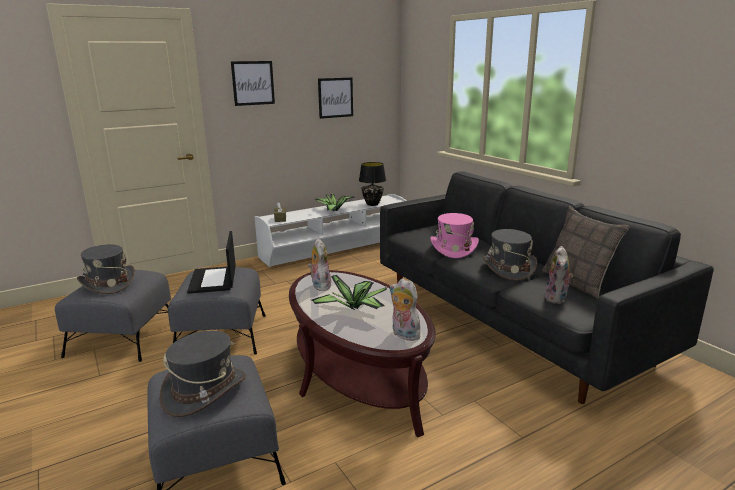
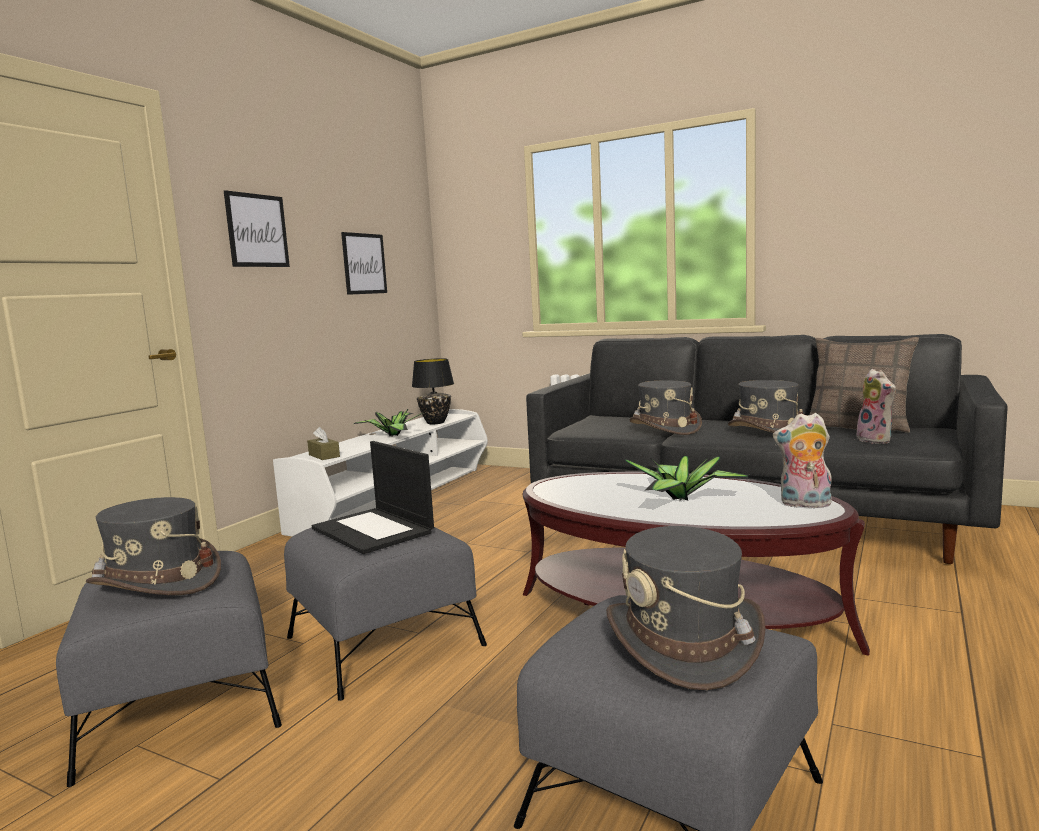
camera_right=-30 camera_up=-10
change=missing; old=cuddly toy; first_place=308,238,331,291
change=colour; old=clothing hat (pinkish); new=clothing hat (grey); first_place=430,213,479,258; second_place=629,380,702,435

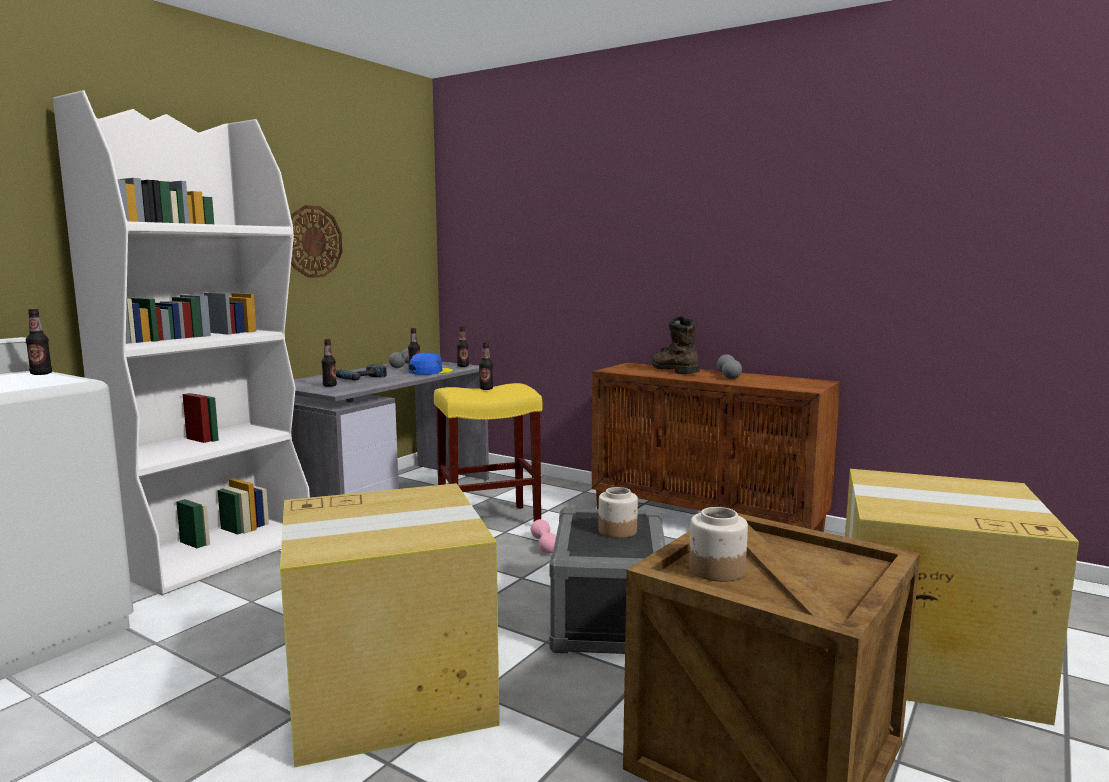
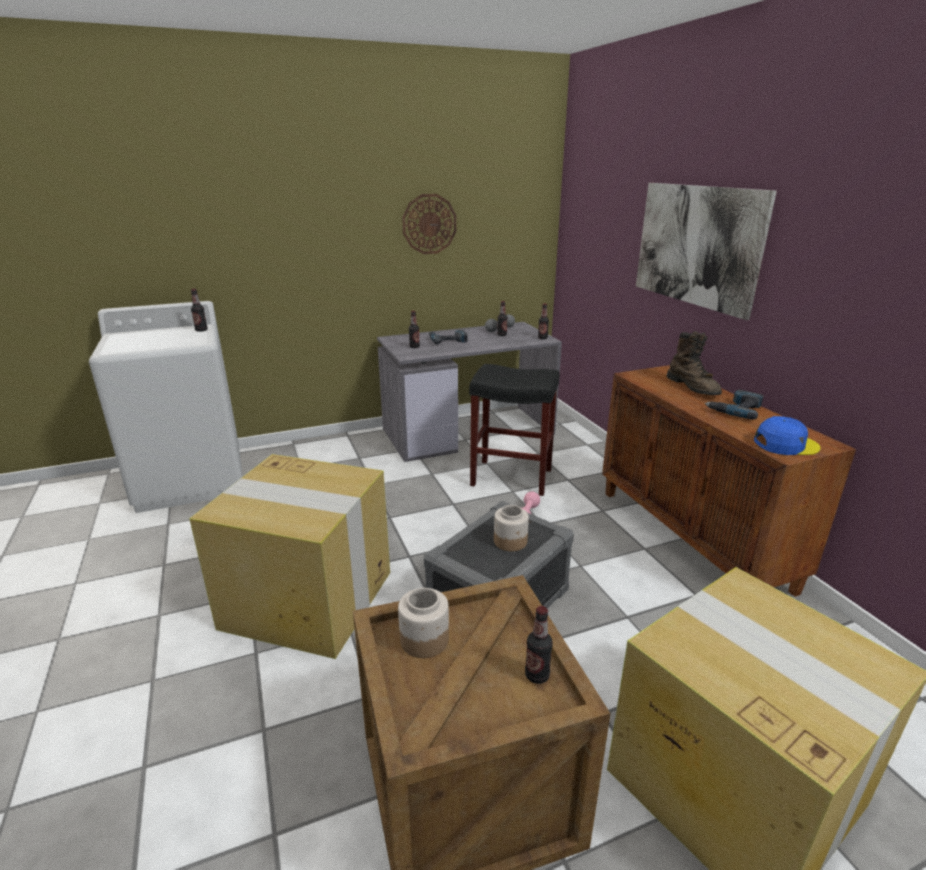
camera_right=35 camera_up=15
change=missing; old=shelving unit (whitish); first_place=53,90,310,595
change=appeared; new=wall picture; second_place=636,183,777,320
change=relocated; old=peaked cap (blue-coloured); first_place=409,352,453,375; second_place=754,416,821,455
change=relocated; old=bottle; first_place=479,342,493,390; second_place=525,606,553,684
change=exchanged; old=dumbbell (grey); new=electric drill; first_place=717,354,742,379; second_place=705,390,764,420
change=colour; old=sitting stool (yellowish); new=sitting stool (black); first_place=434,383,543,521; second_place=469,364,560,496
change=spun; old=high-top boot (brown-coloured); first_place=652,316,700,374; second_place=666,331,722,395; degrees=150

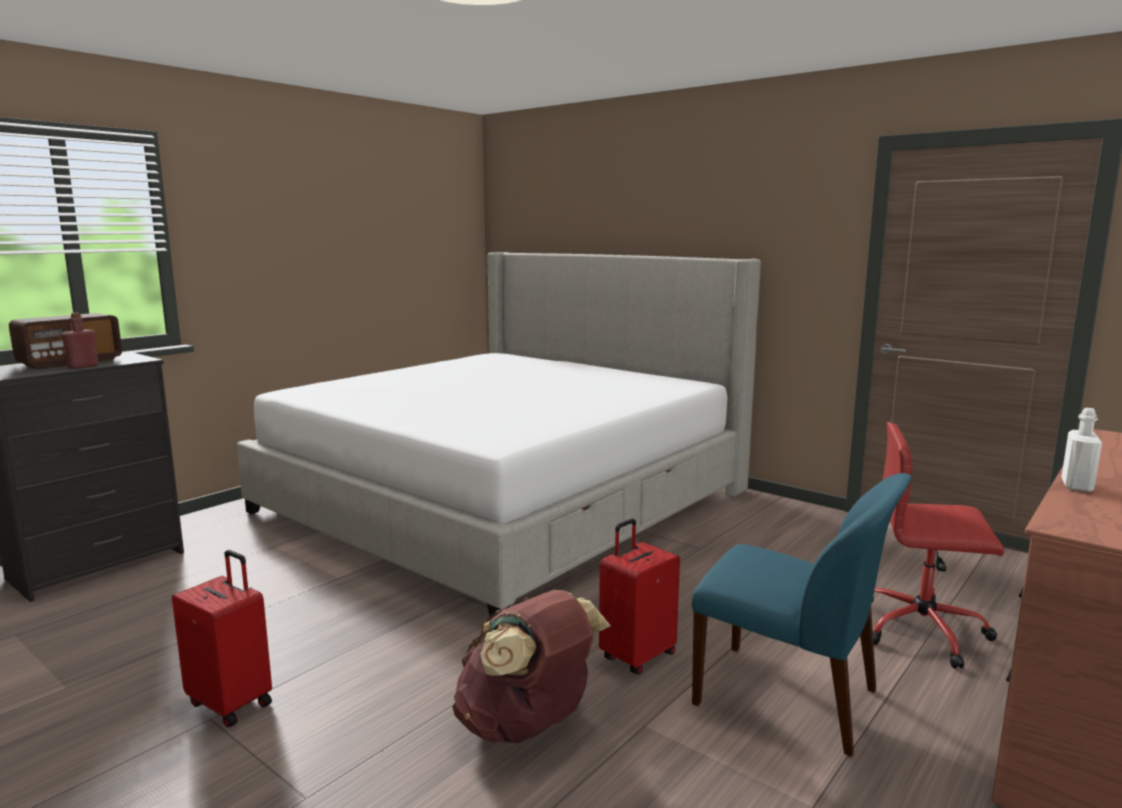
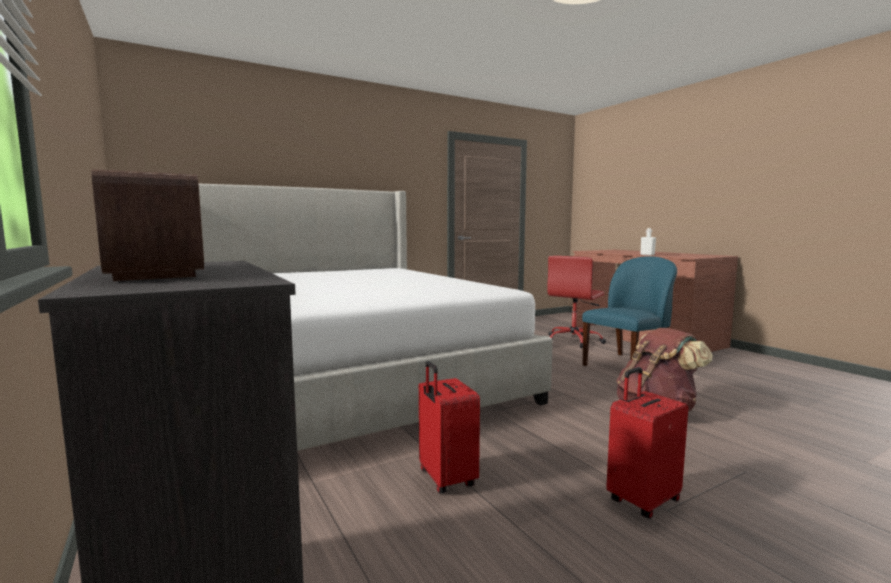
camera_right=-70 camera_up=-5
change=missing; old=bottle (red-coloured); first_place=61,313,98,369
change=relocated; old=suitcase (red-coloured); first_place=599,519,680,674; second_place=419,361,480,493

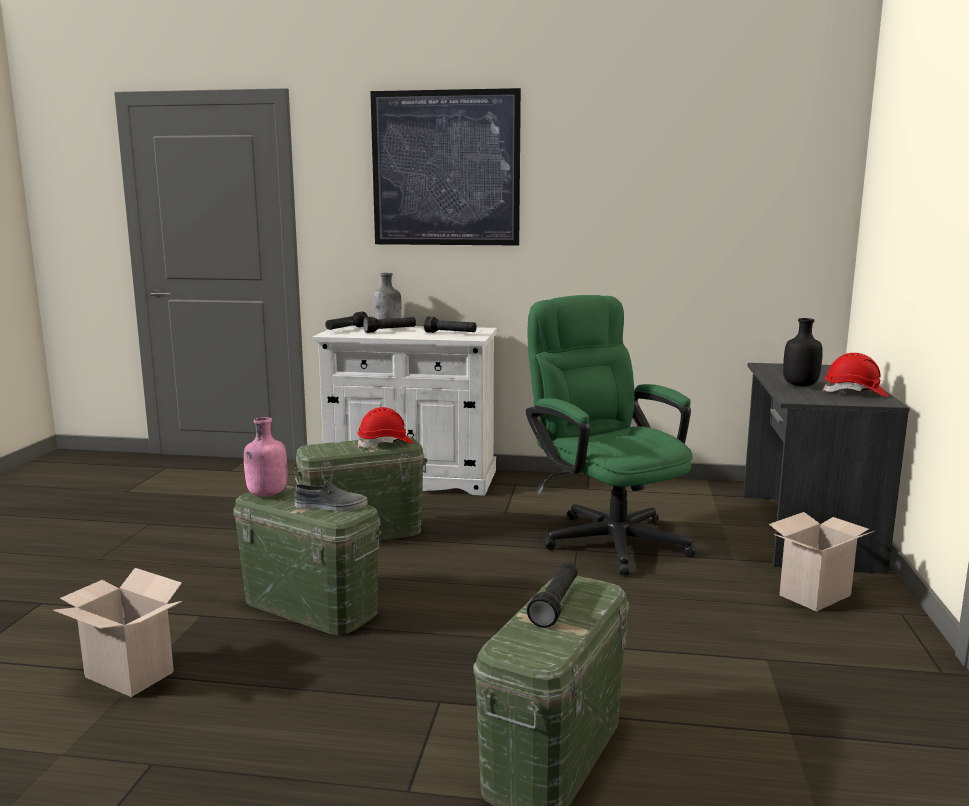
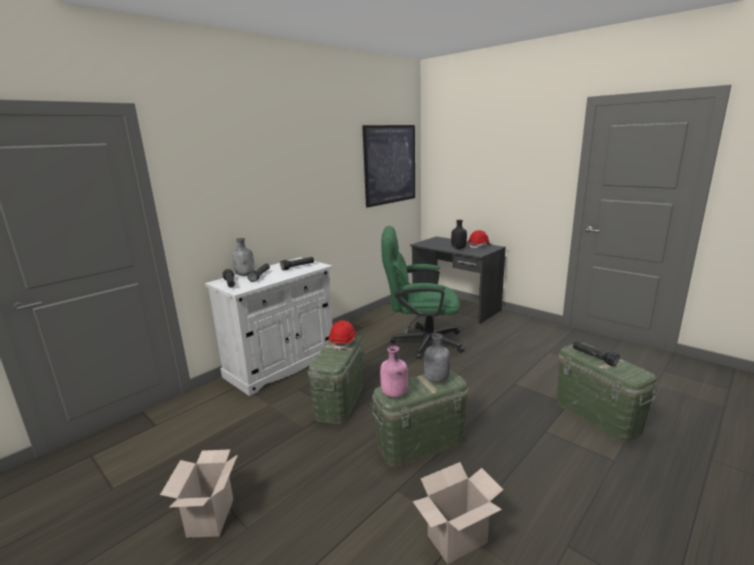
camera_right=-55 camera_up=5
change=relocated; old=wall picture; first_place=370,88,521,246; second_place=362,125,415,208
change=relocated; old=cardboard box; first_place=769,512,874,612; second_place=160,449,238,538
change=exchanged; old=low shoe (grey); new=bottle (grey); first_place=294,480,368,512; second_place=424,333,450,382

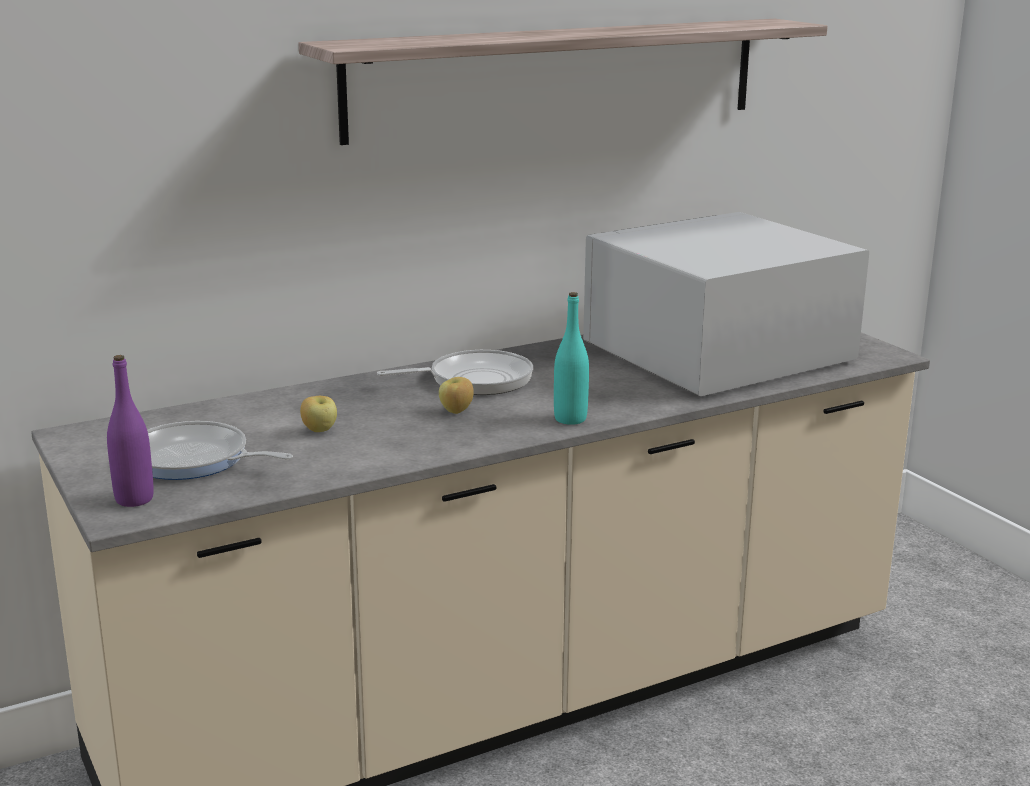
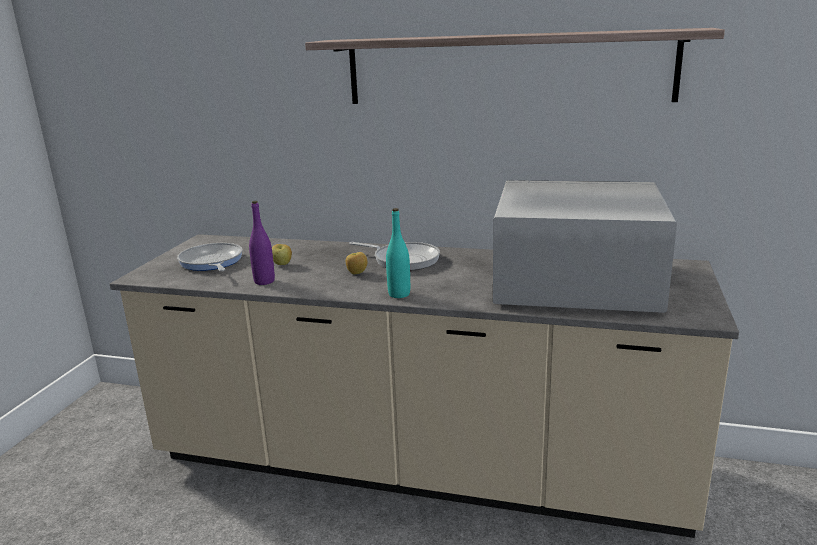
camera_right=45 camera_up=0
change=relocated; old=bottle (purple-coloured); first_place=107,355,154,507; second_place=249,201,275,285

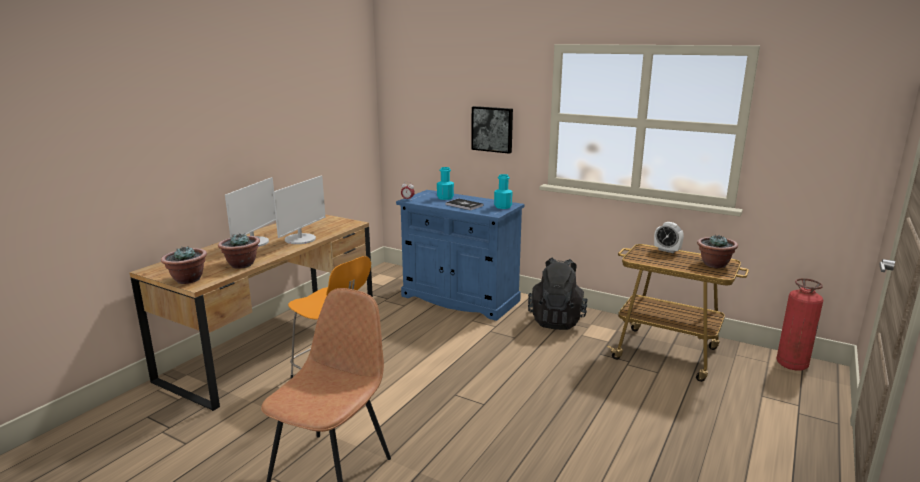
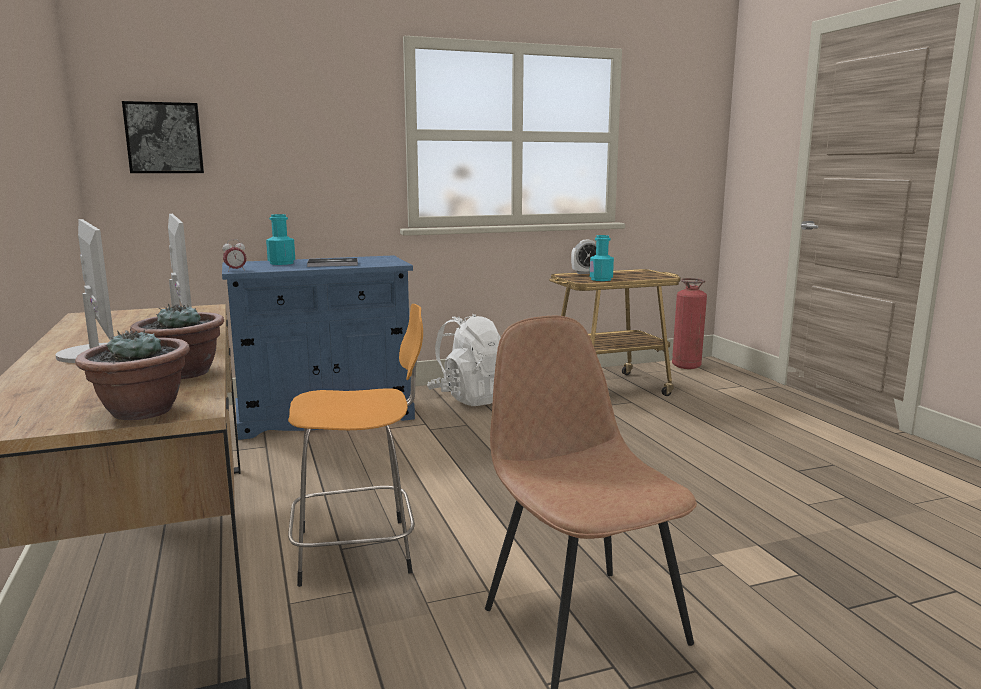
camera_right=-50 camera_up=-5
change=missing; old=potted plant; first_place=697,235,738,268
change=relocated; old=wall picture; first_place=471,106,513,154; second_place=122,101,204,173
change=relocated; old=bottle (turquoise); first_place=494,174,513,209; second_place=590,235,614,281
change=colour; old=rucksack (black); new=rucksack (whitish); first_place=528,258,588,330; second_place=427,314,501,406

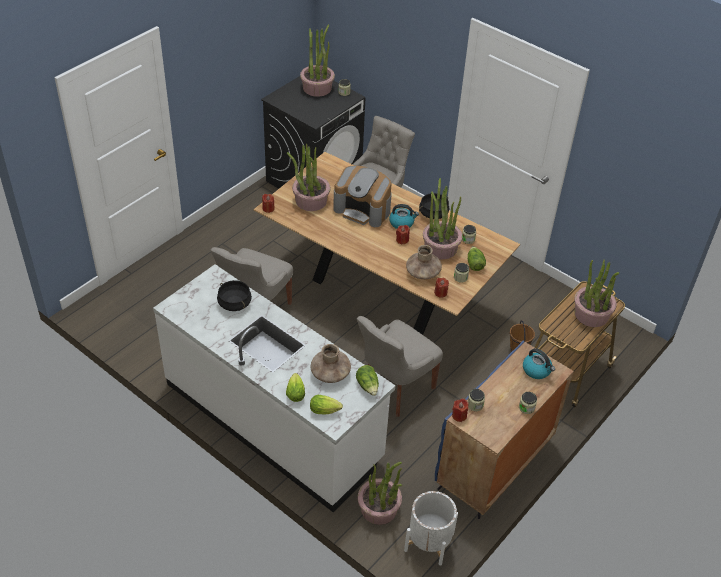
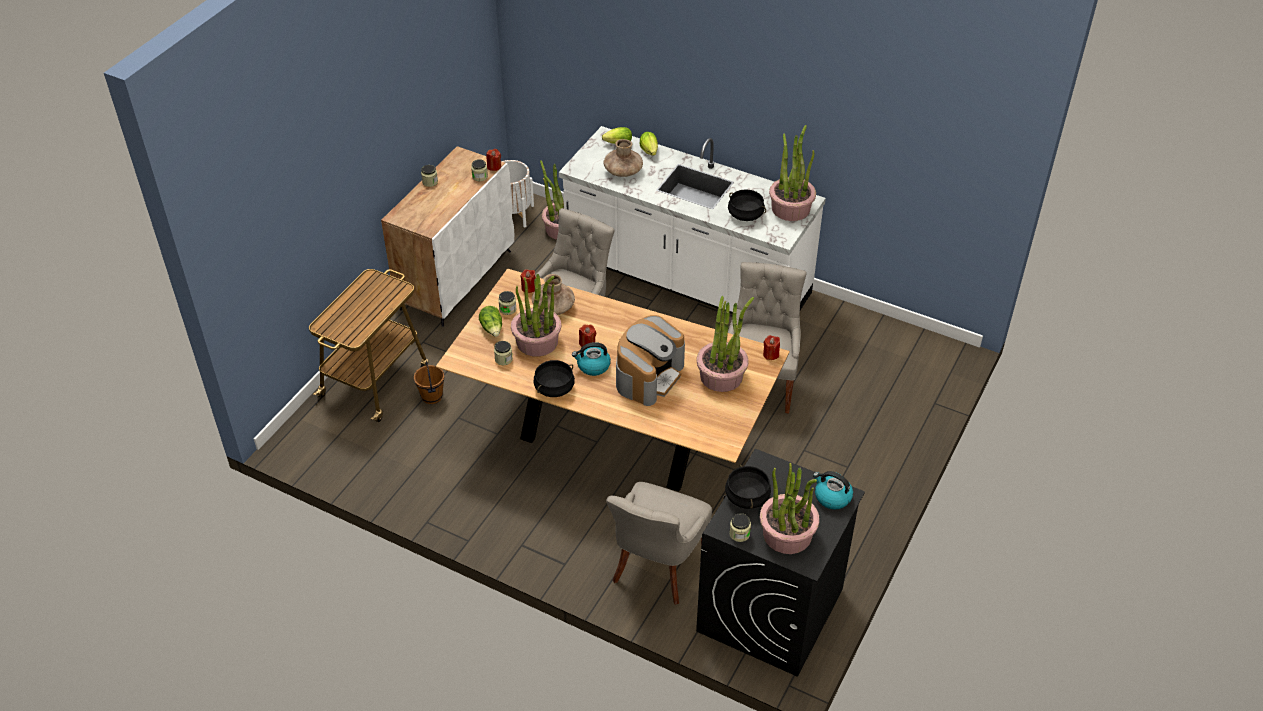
camera_right=170 camera_up=0
change=missing; old=lettuce; first_place=356,365,379,396
change=appeared; new=stockpot (black); second_place=725,464,771,509
change=relocated; old=water kettle; first_place=523,348,555,379; second_place=813,471,853,509
change=relocated; old=potted plant; first_place=574,260,619,327; second_place=769,125,816,221
change=colour; old=storage cabinet (blue-coloured); new=storage cabinet (whitish); first_place=435,341,574,519; second_place=381,146,515,327
change=spun; old=coffee machine; first_place=333,166,392,227; second_place=616,315,685,406; degrees=105

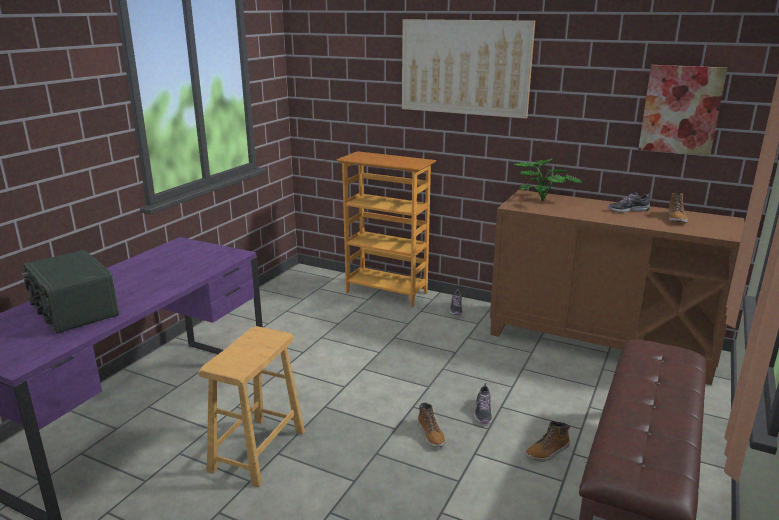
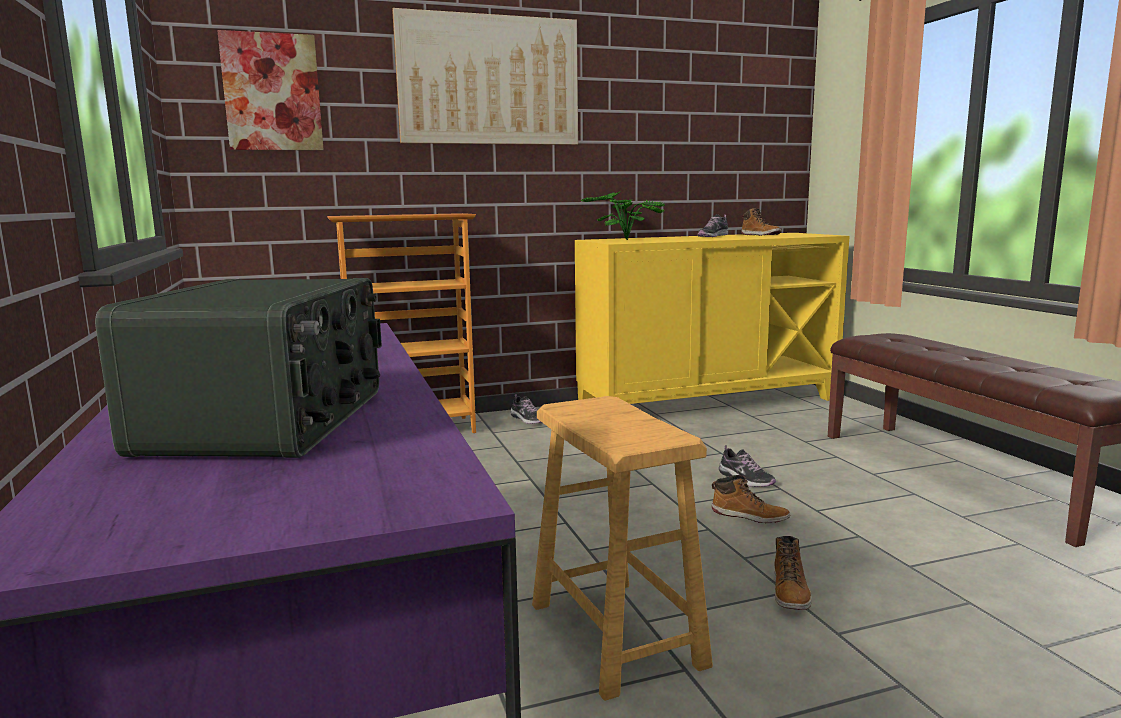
camera_right=-45 camera_up=-10
change=relocated; old=high-top boot; first_place=525,421,570,462; second_place=774,536,812,610
change=relocated; old=wall picture; first_place=638,65,727,156; second_place=217,30,324,151
change=colour; old=storage cabinet (brown-coloured); new=storage cabinet (yellowish); first_place=490,190,745,385; second_place=575,233,850,404
change=spun; old=radio receiver; first_place=22,250,119,334; second_place=95,278,382,458; degrees=-90

